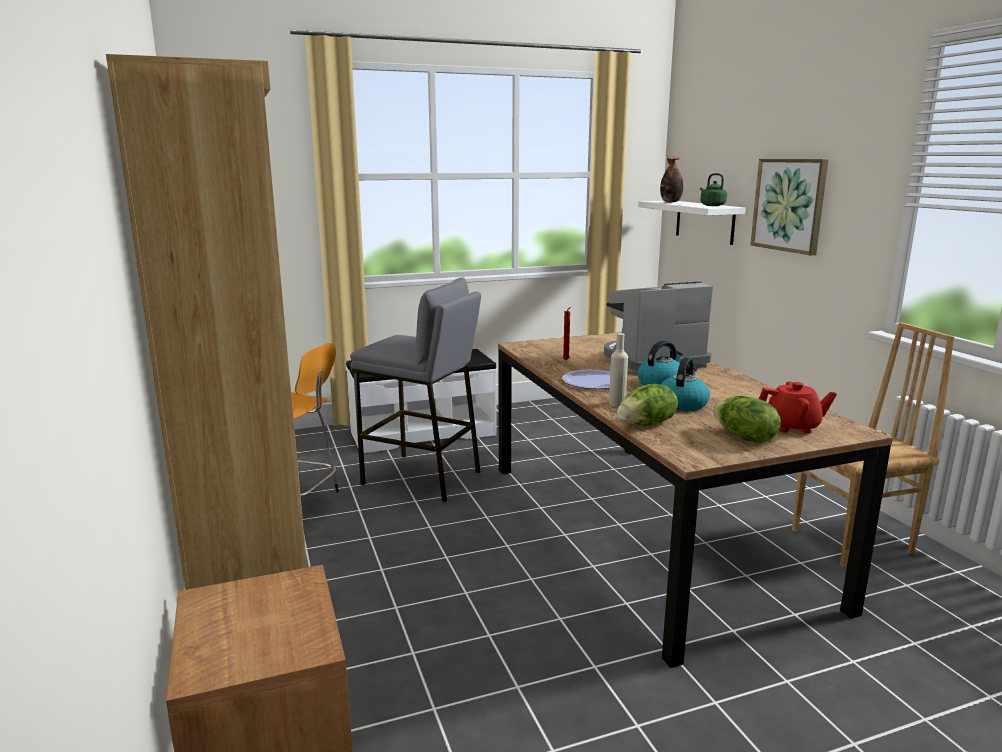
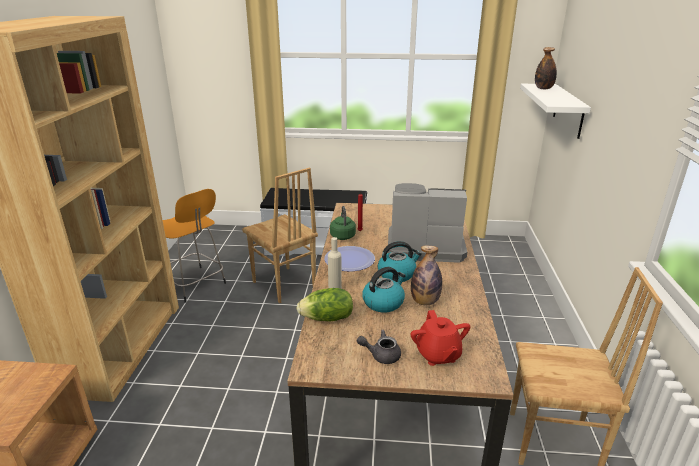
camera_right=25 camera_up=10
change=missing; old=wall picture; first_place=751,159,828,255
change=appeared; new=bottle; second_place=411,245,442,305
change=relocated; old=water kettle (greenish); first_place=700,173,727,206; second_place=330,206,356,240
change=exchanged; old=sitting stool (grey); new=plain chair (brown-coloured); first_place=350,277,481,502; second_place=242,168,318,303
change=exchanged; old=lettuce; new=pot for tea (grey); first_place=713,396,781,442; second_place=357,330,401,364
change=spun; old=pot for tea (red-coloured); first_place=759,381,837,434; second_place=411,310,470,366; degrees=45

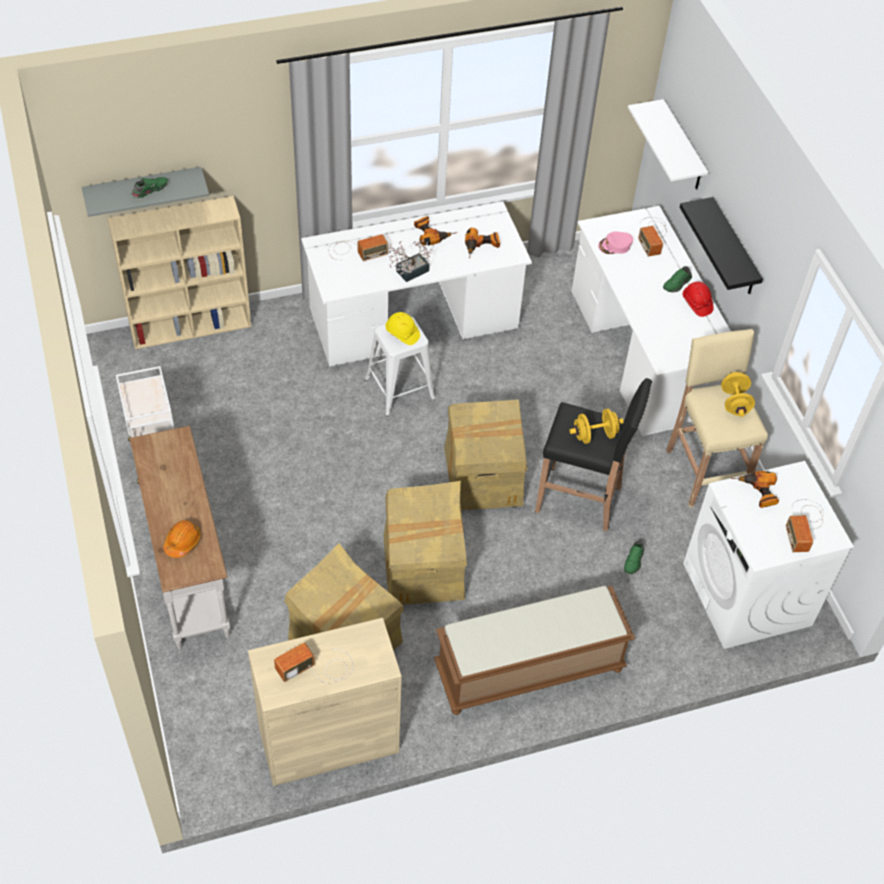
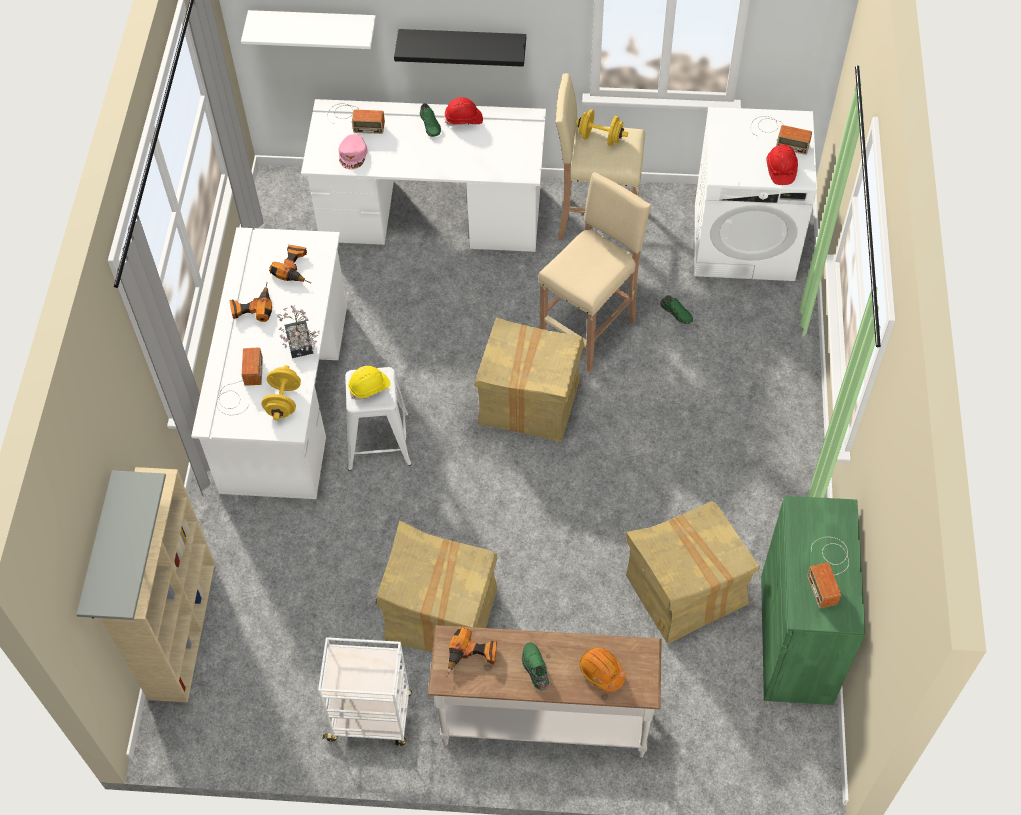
camera_right=-65 camera_up=5
change=missing; old=bench (brown-coloured); first_place=434,586,635,715
change=appeared; new=hard hat (red-coloured); second_place=767,145,798,185
change=relocated; old=low shoe (greenish); first_place=132,177,168,198; second_place=522,642,549,690
change=relocated; old=cardboard box; first_place=384,481,467,605; second_place=376,520,498,652
change=relocated; old=dumbbell (yellowish); first_place=569,409,624,444; second_place=261,365,301,421
change=relocated; old=electric drill; first_place=730,471,779,508; second_place=446,627,497,678
change=colour; old=storage cabinet (beige); new=storage cabinet (greenish); first_place=248,618,402,786; second_place=761,496,866,705
change=colour; old=sitting stool (black); new=sitting stool (beige); first_place=535,378,652,532; second_place=538,172,651,373

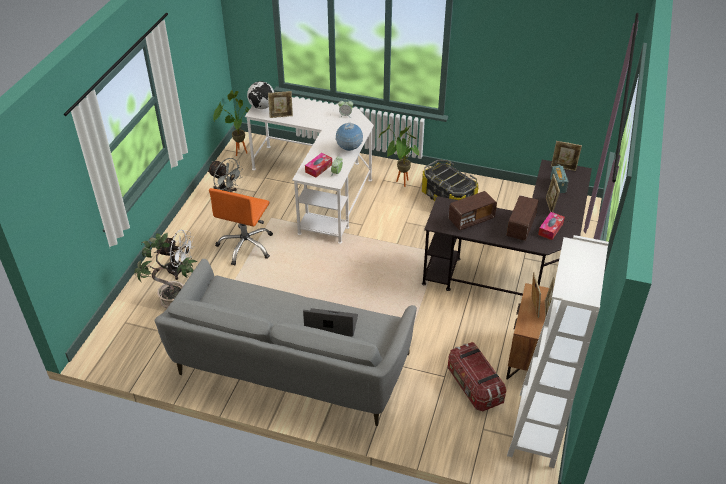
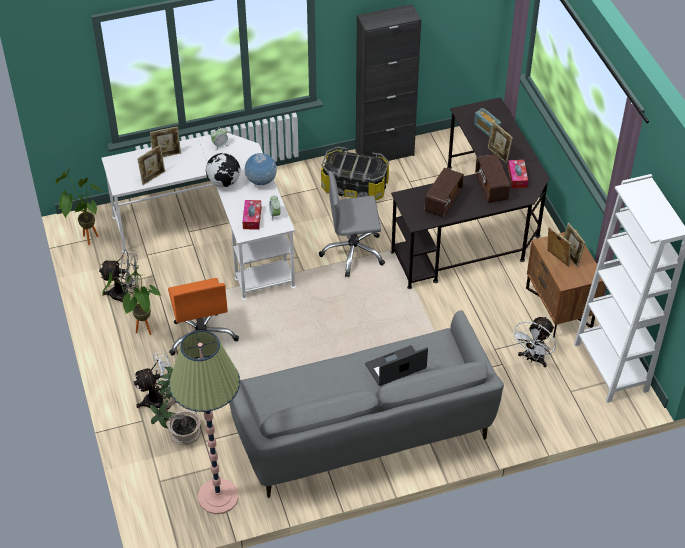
camera_right=-35 camera_up=5
change=appeared; new=floor lamp; second_place=169,330,240,514
change=appeared; new=computer chair (grey); second_place=319,171,385,277
change=appeared; new=storage cabinet (black); second_place=356,4,421,161
change=relocated; old=globe; first_place=247,81,274,109; second_place=206,153,240,188
change=relocated; old=potted plant; first_place=379,123,419,187; second_place=102,266,162,335
change=relocated; old=standing frame; first_place=551,141,582,171; second_place=150,126,181,157
change=exchanged; old=storage bin; new=cooling fan (whitish); first_place=448,342,506,411; second_place=511,316,556,367

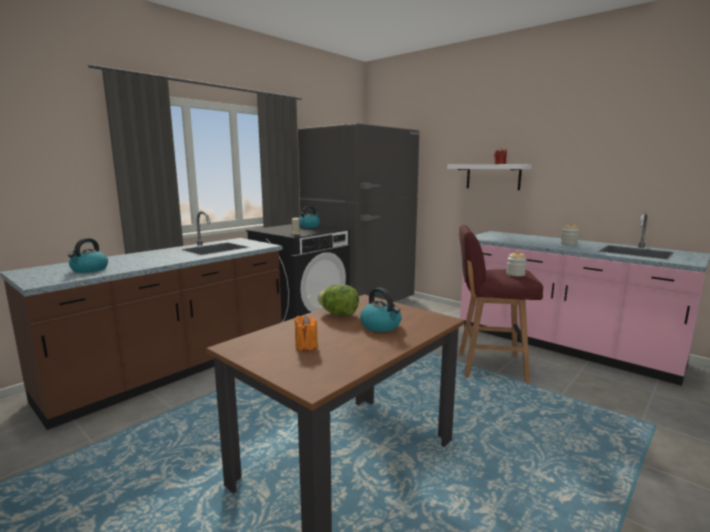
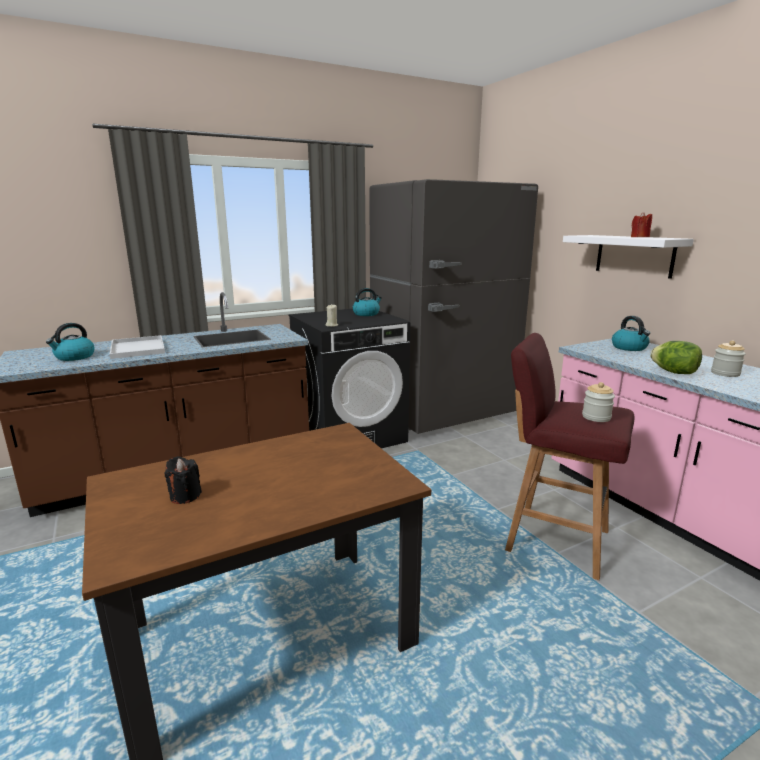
camera_right=20 camera_up=5
change=appeared; new=serving tray (whitish); second_place=110,335,165,359
change=relocated; old=lettuce; first_place=318,284,359,316; second_place=650,341,702,374
change=relocated; old=water kettle; first_place=360,288,401,332; second_place=612,316,650,351
change=colour; old=candle (orange-coloured); new=candle (black); first_place=295,316,318,351; second_place=165,456,202,504

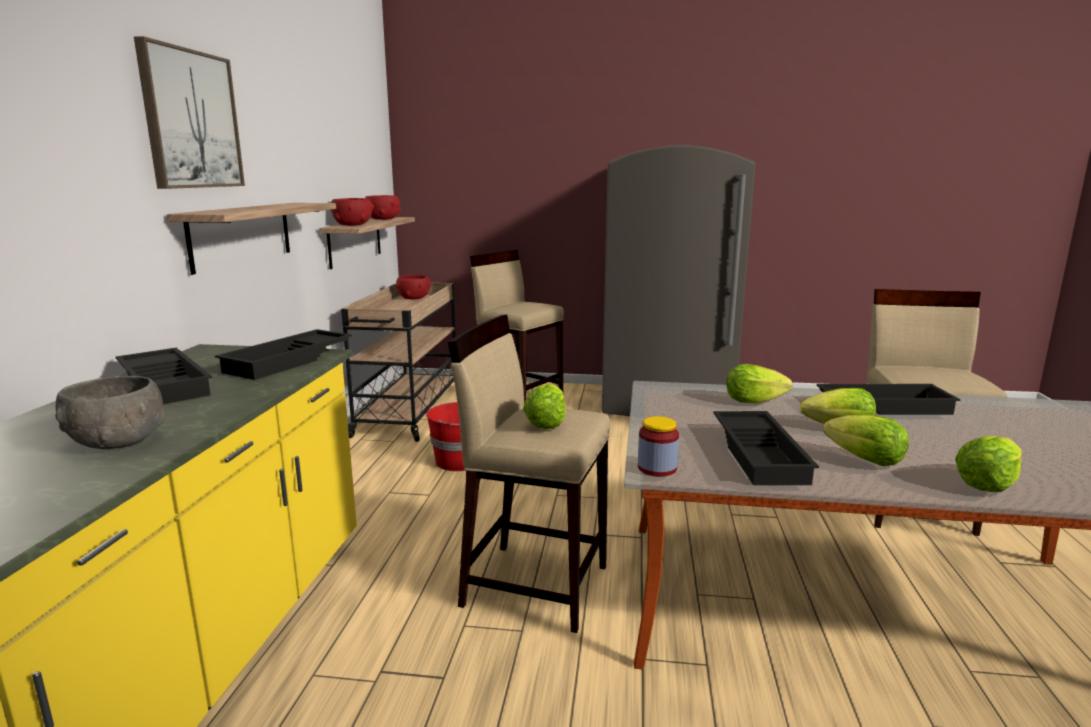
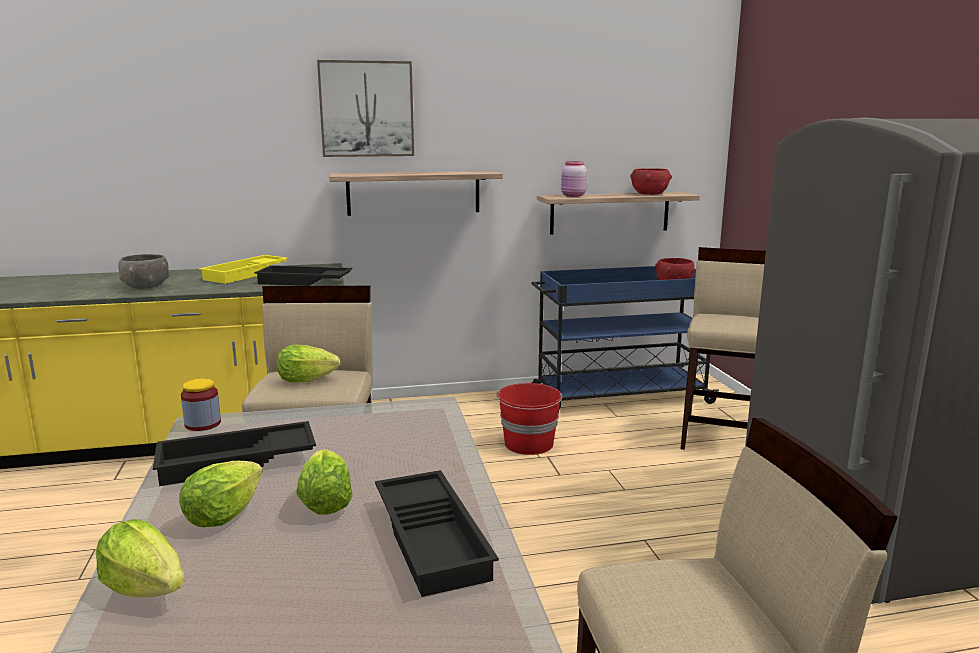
camera_right=70 camera_up=0
change=missing; old=lettuce; first_place=727,364,792,403
change=exchanged; old=serving bowl (red-coloured); new=storage jar (pinkish); first_place=331,198,374,226; second_place=561,161,587,197
change=colour; old=serving tray (black); new=serving tray (yellowish); first_place=116,348,212,404; second_place=199,255,289,284
change=colour; old=cart (beige); new=cart (blue-coloured); first_place=341,283,456,442; second_place=532,266,719,413

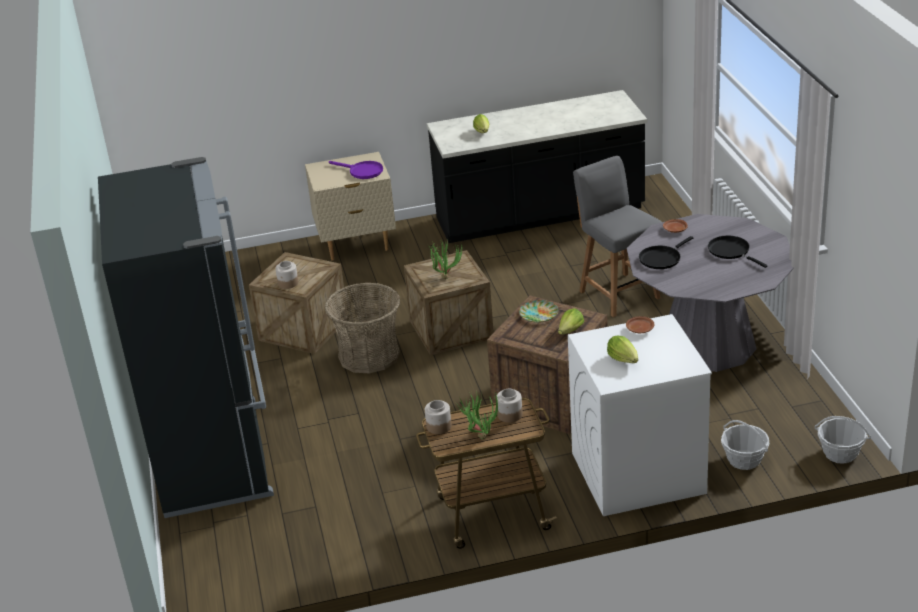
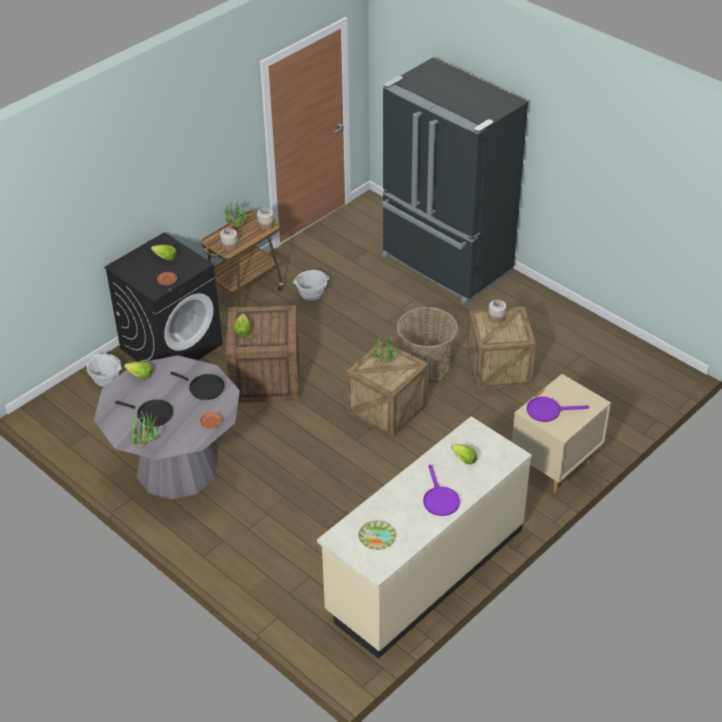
camera_right=145 camera_up=10
change=missing; old=plain chair (grey); first_place=573,156,662,317
change=appeared; new=lettuce; second_place=124,362,153,379
change=appeared; new=potted plant; second_place=130,412,160,447
change=appeared; new=pan (purple-coloured); second_place=423,464,460,516
change=relocated; old=flat dish; first_place=519,300,558,323; second_place=359,520,396,550
change=relocated; old=household basket; first_place=815,416,871,464; second_place=293,270,329,301
change=colour; old=kitchen base unit (black); new=kitchen base unit (beige); first_place=427,90,647,243; second_place=317,416,532,659
change=colour; old=laundry machine (whitish); new=laundry machine (black); first_place=568,314,712,516; second_place=104,232,223,362
change=spun; old=pan (black); first_place=639,236,693,269; second_place=170,372,225,400; degrees=105

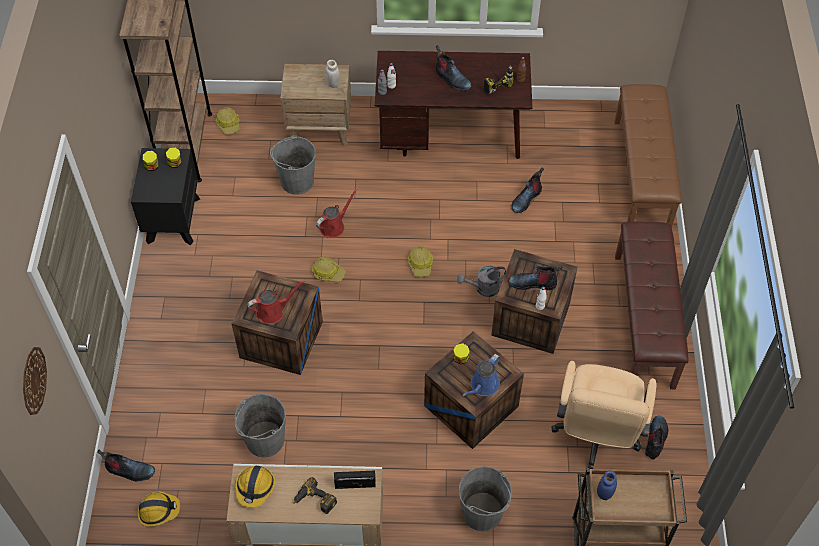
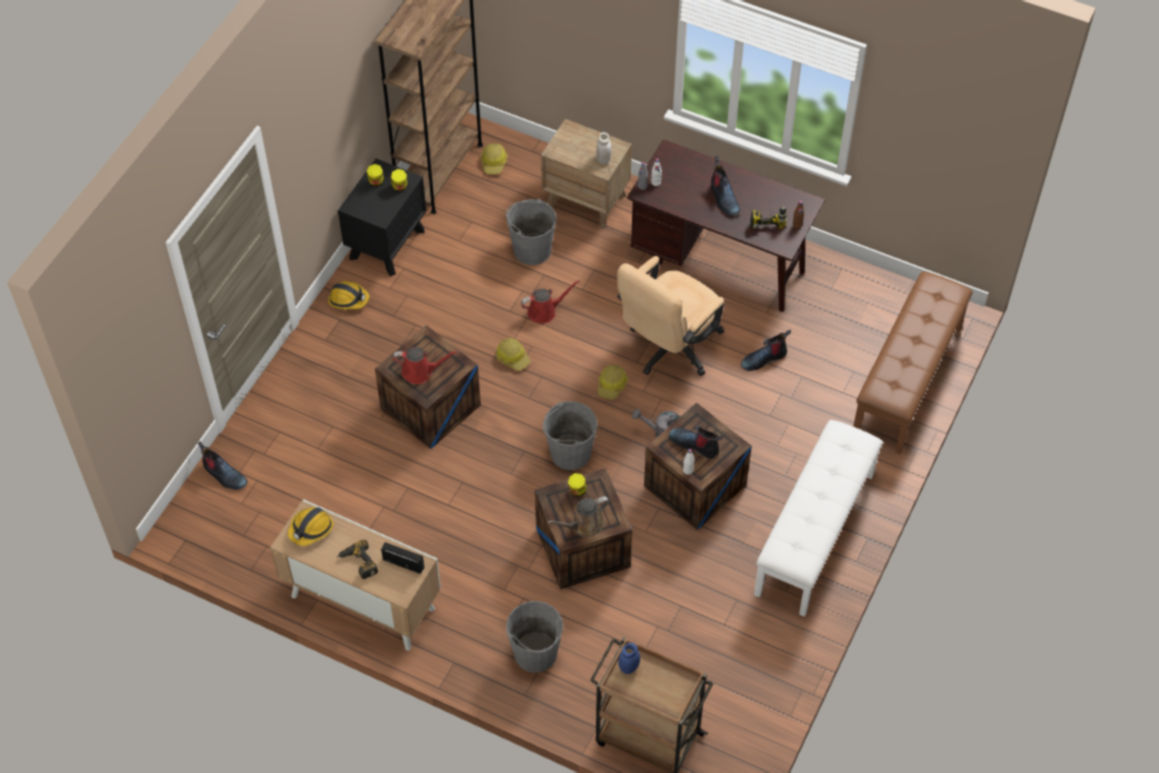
camera_right=25 camera_up=0
change=missing; old=clock on the wall; first_place=23,347,47,415
change=missing; old=high-top boot; first_place=645,415,669,460
change=relocated; old=hard hat; first_place=138,491,180,527; second_place=328,281,370,309
change=relocated; old=water bucket (grey); first_place=234,394,286,458; second_place=542,401,597,470
change=relocated; old=computer chair (beige); first_place=551,361,656,469; second_place=617,256,724,376
change=colour; old=watering pot (blue-coloured); new=watering pot (brown-coloured); first_place=462,354,500,396; second_place=547,496,610,537
change=colour; old=bench (brown-coloured); new=bench (whitish); first_place=615,222,689,389; second_place=754,420,883,617

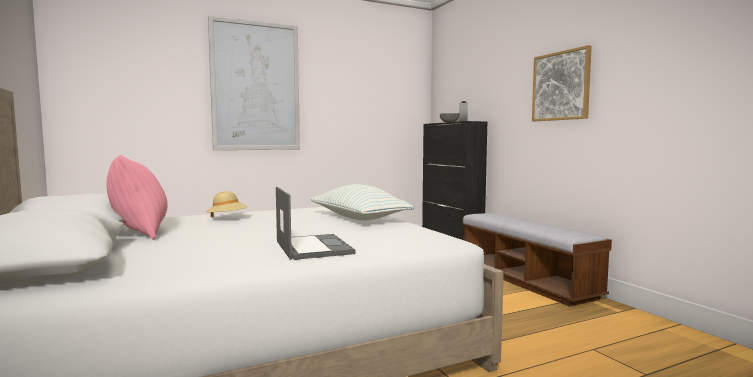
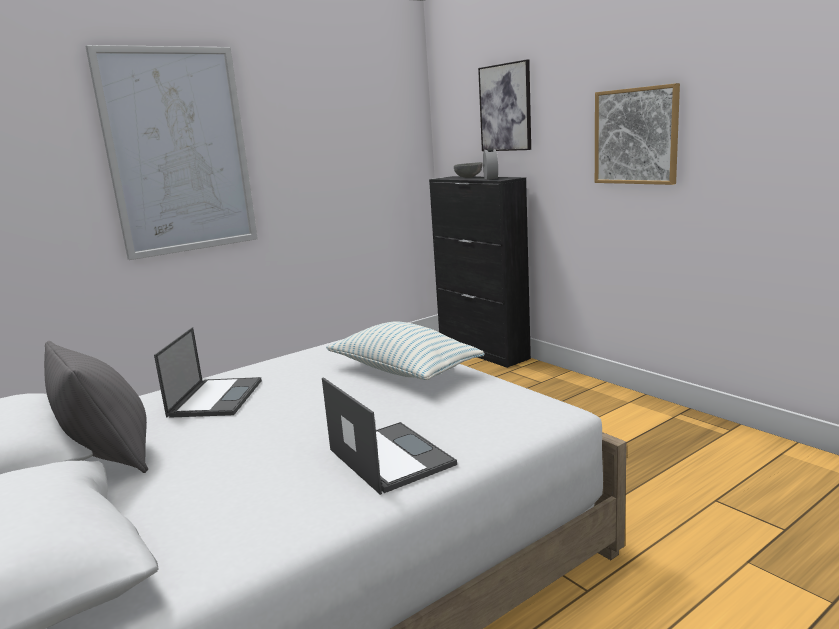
camera_right=-10 camera_up=10
change=missing; old=bench; first_place=462,213,612,307
change=appeared; new=wall picture; second_place=478,59,531,151
change=exchanged; old=clothing hat (beige); new=portable computer; first_place=206,191,248,218; second_place=154,327,262,418
change=colour; old=pillow (pinkish); new=pillow (grey); first_place=107,155,168,240; second_place=44,341,148,473

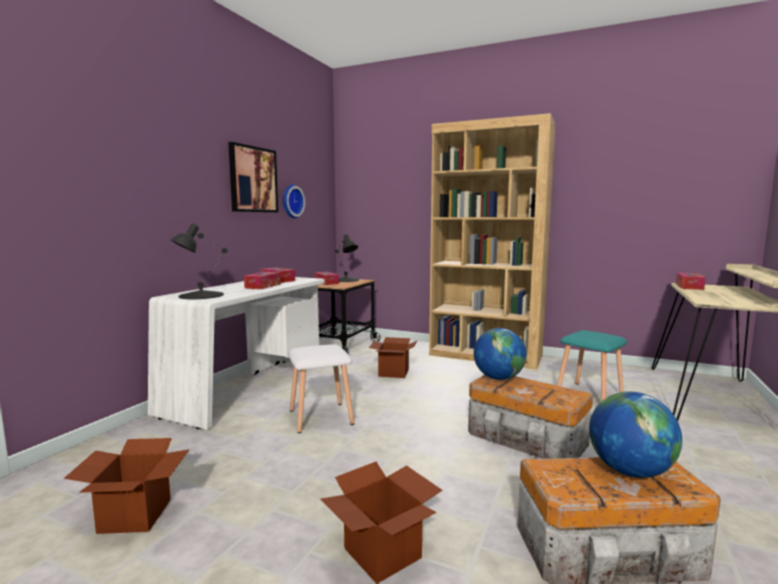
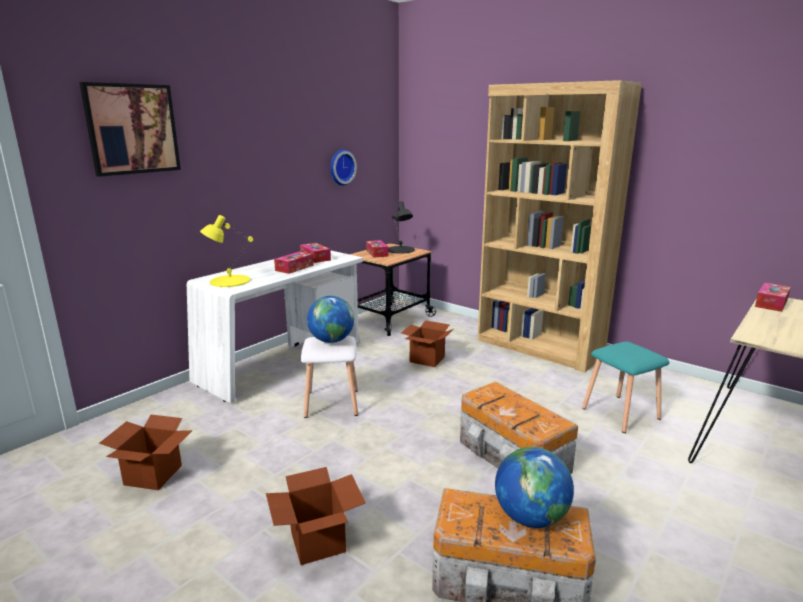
camera_right=15 camera_up=10
change=relocated; old=wall picture; first_place=228,142,278,212; second_place=79,82,181,177
change=relocated; old=globe; first_place=474,328,526,380; second_place=307,296,354,343
change=colour; old=table lamp (black); new=table lamp (yellowish); first_place=171,224,228,299; second_place=200,215,253,287

